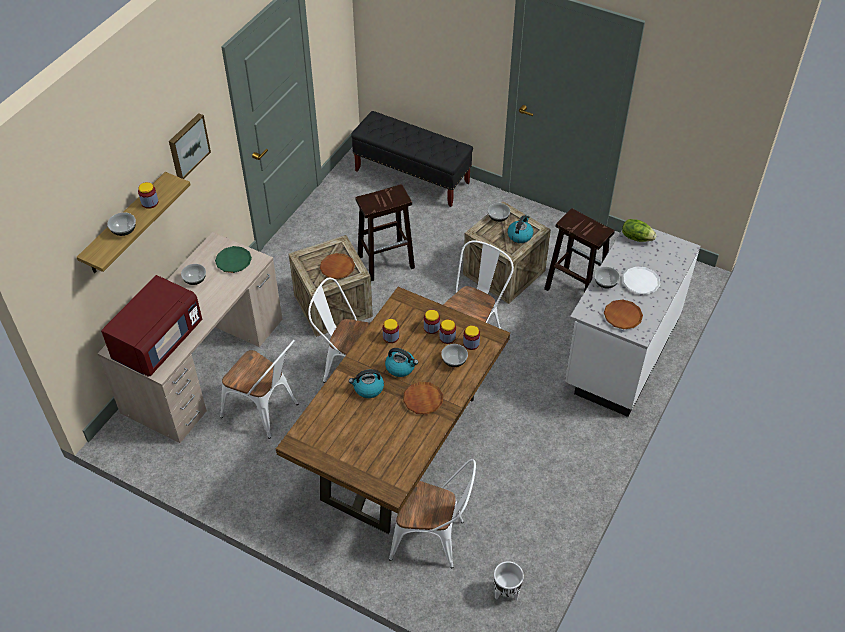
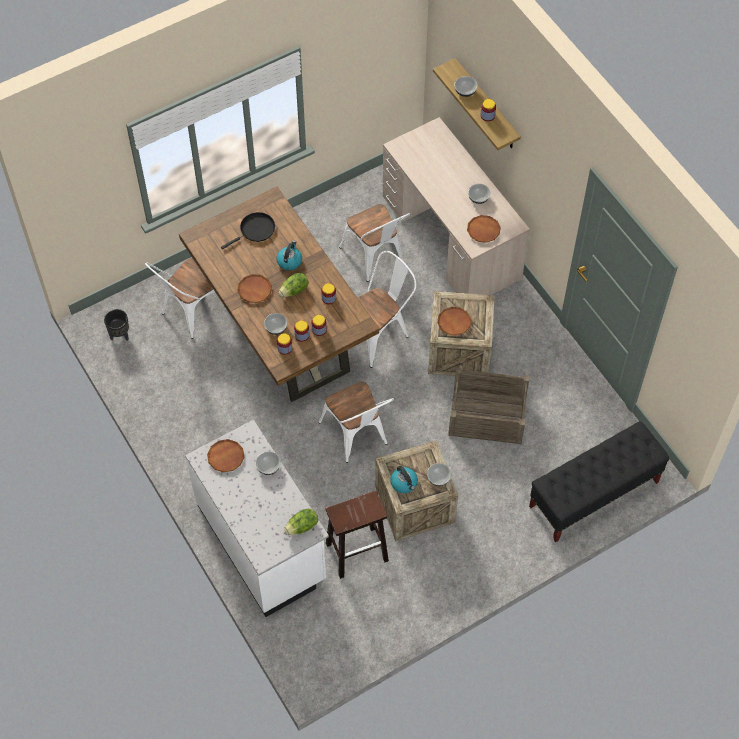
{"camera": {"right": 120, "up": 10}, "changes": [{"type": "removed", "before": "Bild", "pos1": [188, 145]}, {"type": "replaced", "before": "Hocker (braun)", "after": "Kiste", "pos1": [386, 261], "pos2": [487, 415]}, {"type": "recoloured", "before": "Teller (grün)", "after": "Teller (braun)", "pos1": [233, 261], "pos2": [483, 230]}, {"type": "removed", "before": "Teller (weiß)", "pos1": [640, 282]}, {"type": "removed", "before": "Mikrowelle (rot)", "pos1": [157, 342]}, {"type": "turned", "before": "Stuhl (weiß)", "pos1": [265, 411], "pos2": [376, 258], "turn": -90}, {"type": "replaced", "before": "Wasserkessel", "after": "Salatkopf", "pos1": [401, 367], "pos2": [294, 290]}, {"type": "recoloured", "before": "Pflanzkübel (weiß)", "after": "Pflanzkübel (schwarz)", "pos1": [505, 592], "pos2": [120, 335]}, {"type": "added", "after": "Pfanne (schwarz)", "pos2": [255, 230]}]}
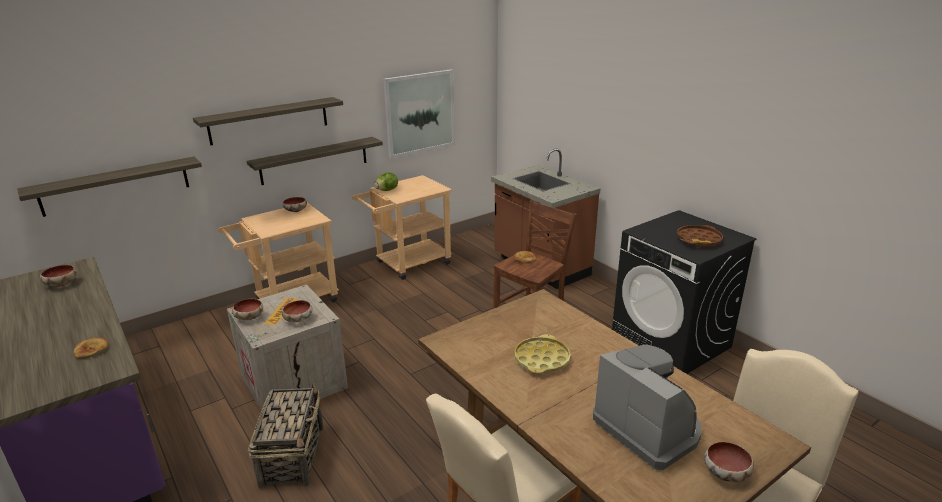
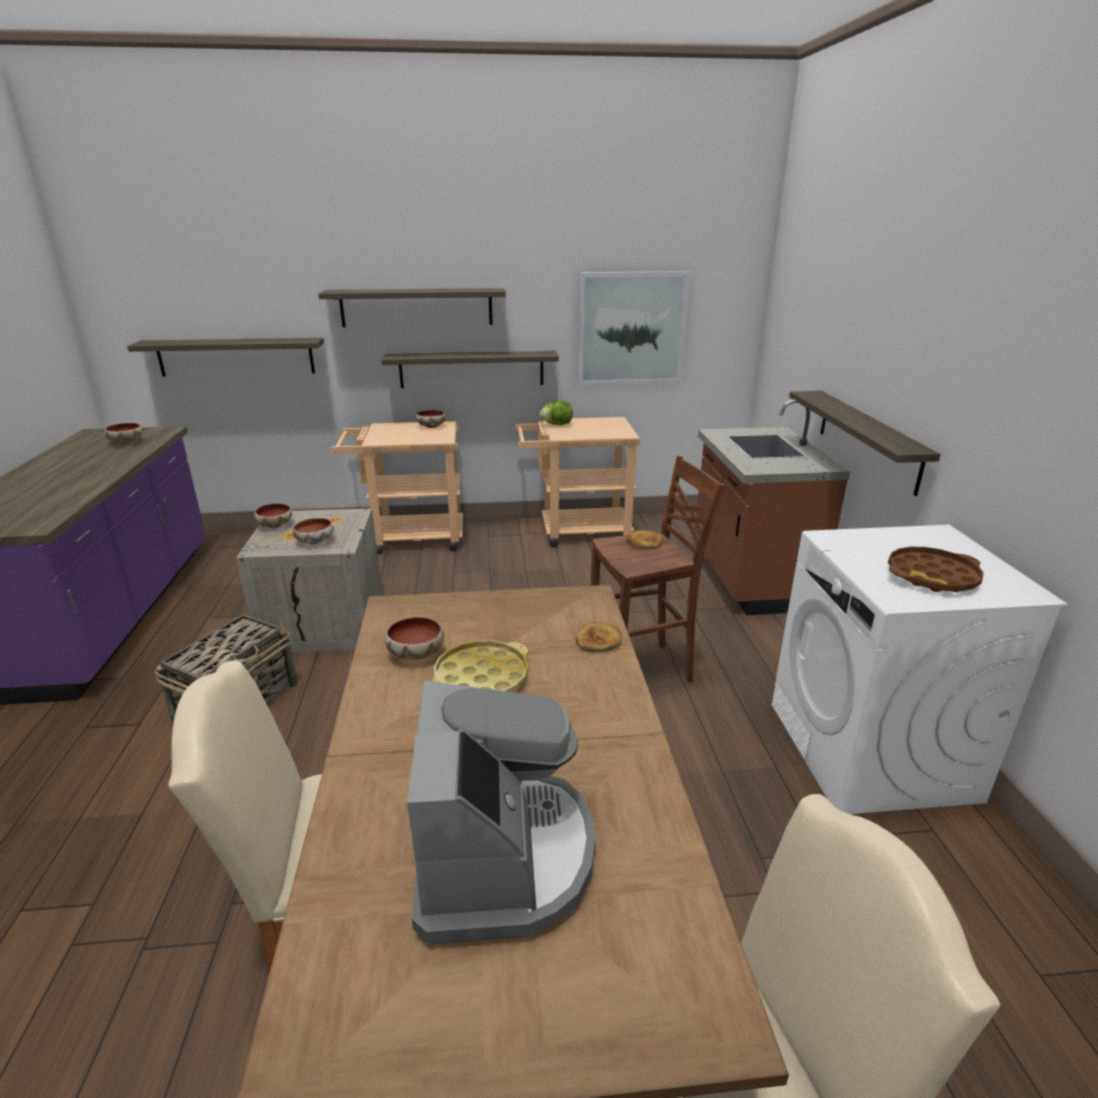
{"camera": {"right": 30, "up": 0}, "changes": [{"type": "recoloured", "before": "Waschmaschine (schwarz)", "after": "Waschmaschine (weiß)", "pos1": [671, 341], "pos2": [870, 751]}, {"type": "moved", "before": "Brot", "pos1": [92, 350], "pos2": [598, 640]}, {"type": "moved", "before": "Schüssel", "pos1": [725, 473], "pos2": [415, 653]}, {"type": "added", "after": "Wandregal", "pos2": [868, 439]}]}
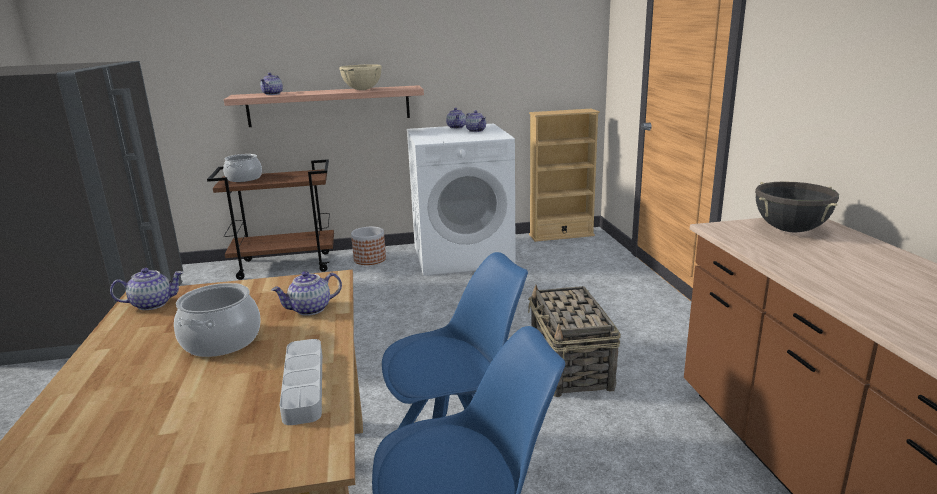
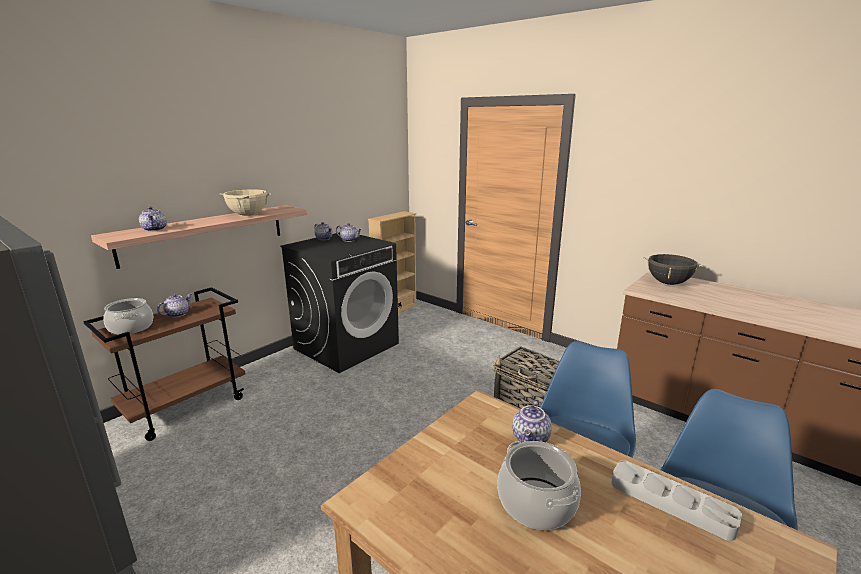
{"camera": {"right": -40, "up": 0}, "changes": [{"type": "recoloured", "before": "Waschmaschine (weiß)", "after": "Waschmaschine (schwarz)", "pos1": [463, 255], "pos2": [347, 346]}, {"type": "removed", "before": "Pflanzkübel", "pos1": [370, 259]}, {"type": "moved", "before": "Teekanne", "pos1": [153, 304], "pos2": [177, 314]}]}
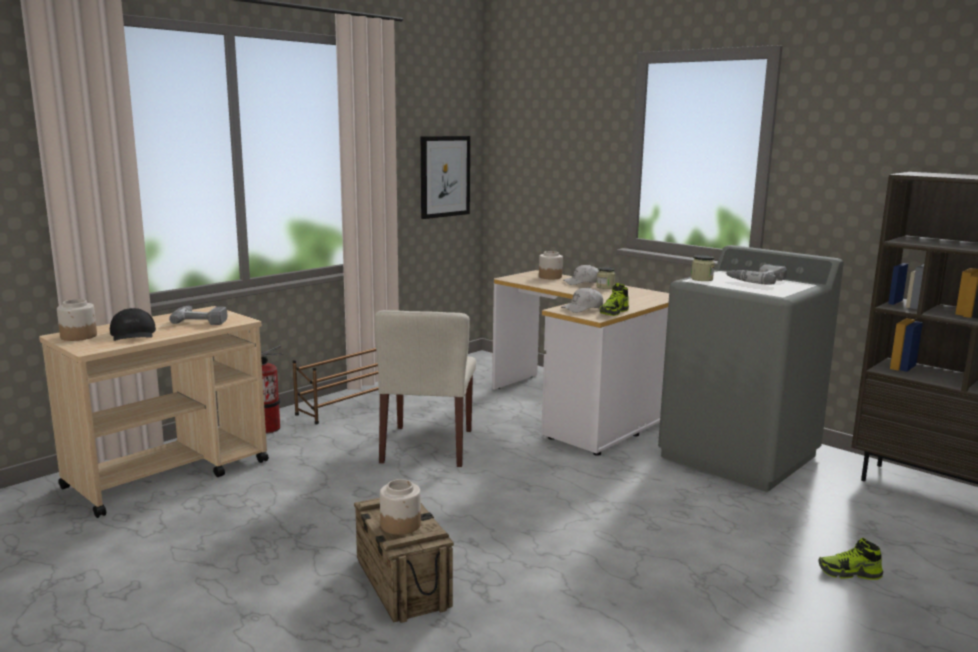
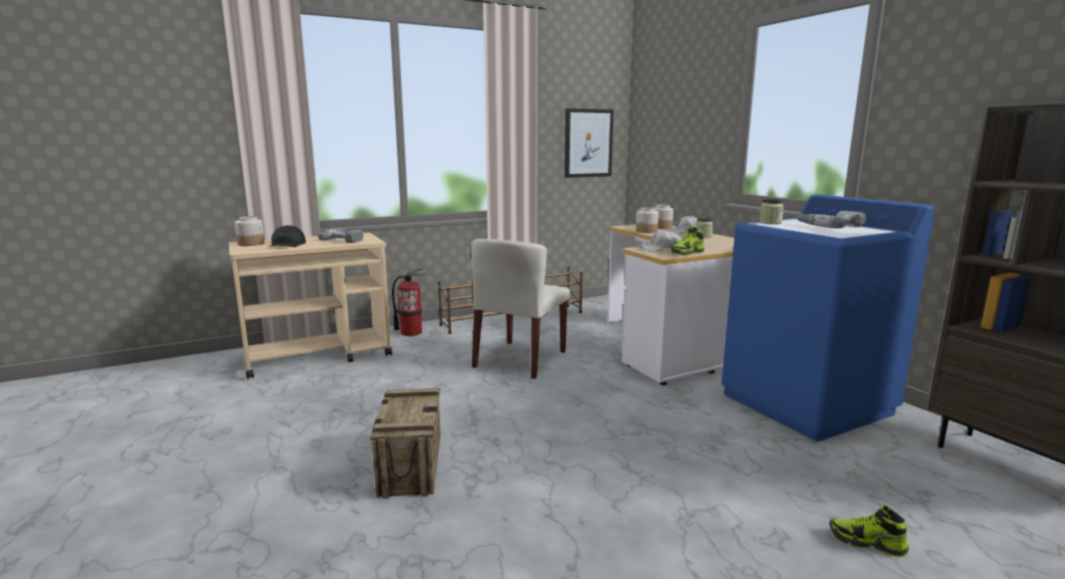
{"camera": {"right": 20, "up": 0}, "changes": [{"type": "recoloured", "before": "Waschmaschine (grau)", "after": "Waschmaschine (blau)", "pos1": [739, 456], "pos2": [806, 404]}, {"type": "moved", "before": "Vorratsglas", "pos1": [401, 524], "pos2": [646, 231]}]}
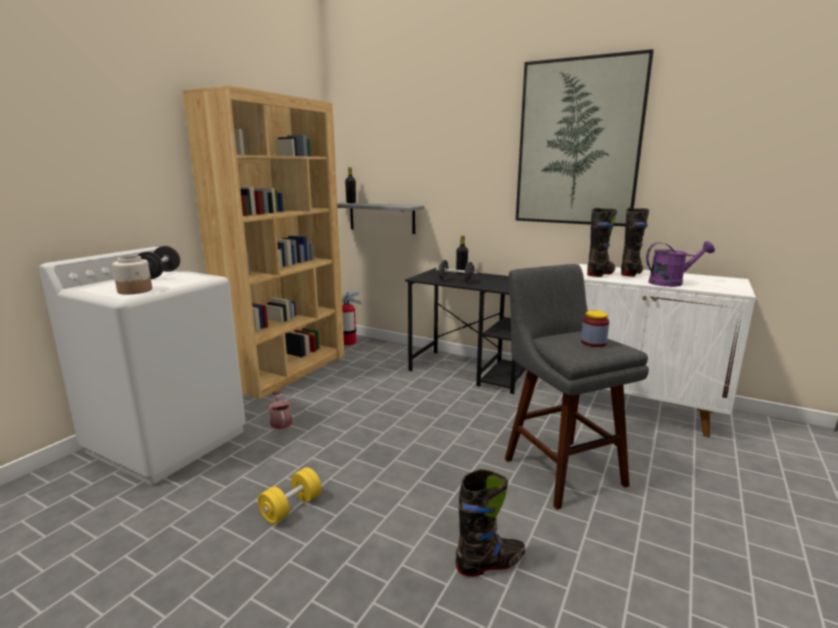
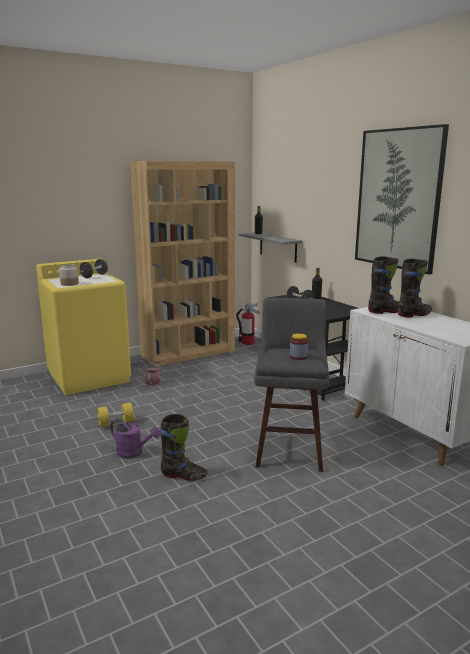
{"camera": {"right": 30, "up": 0}, "changes": [{"type": "moved", "before": "Gießkanne (lila)", "pos1": [671, 283], "pos2": [134, 453]}, {"type": "recoloured", "before": "Waschmaschine (weiß)", "after": "Waschmaschine (gelb)", "pos1": [168, 441], "pos2": [89, 377]}]}
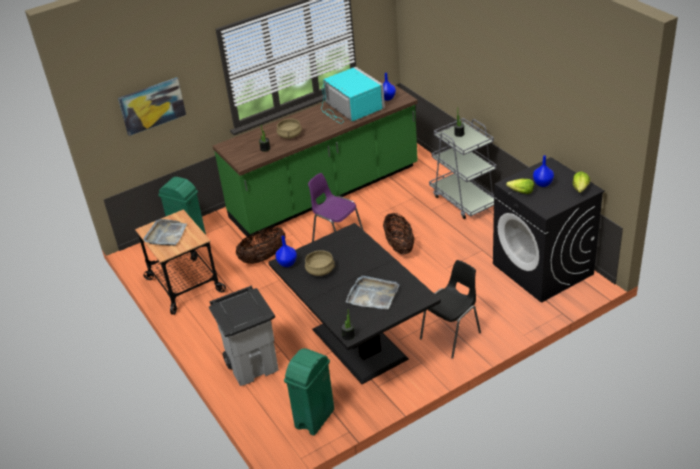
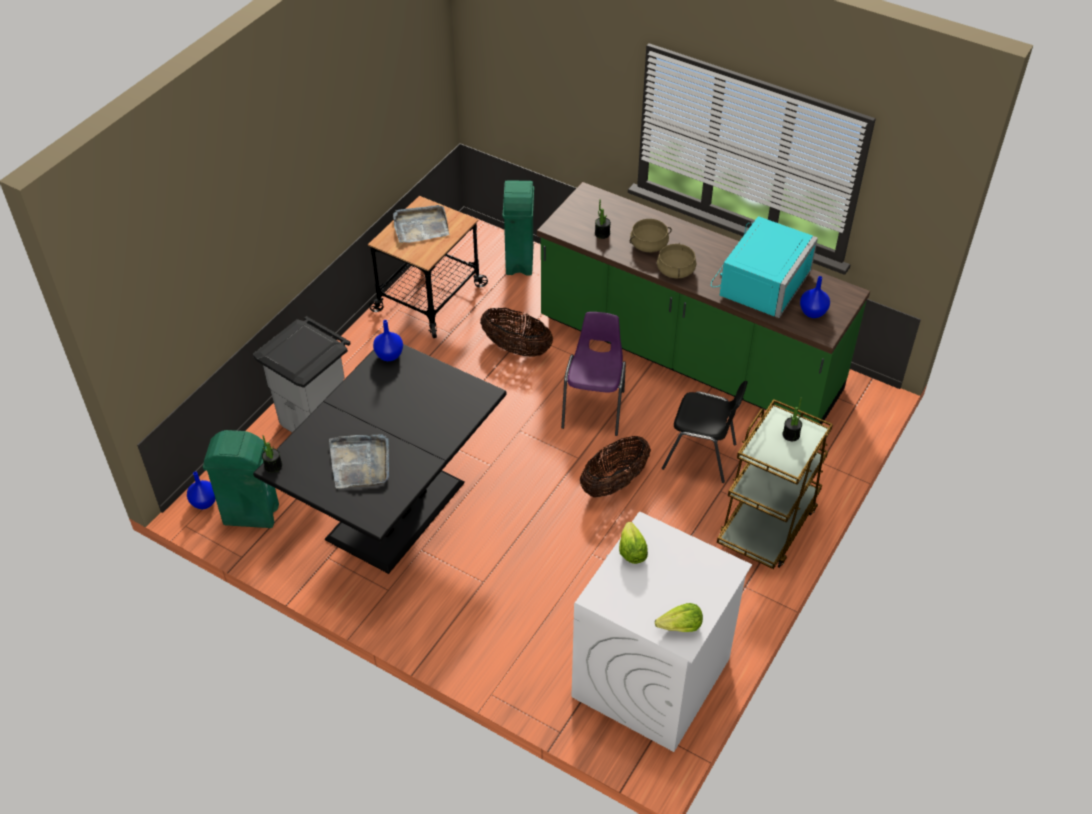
{"camera": {"right": 60, "up": 10}, "changes": [{"type": "removed", "before": "Bild", "pos1": [152, 106]}, {"type": "recoloured", "before": "Rollwagen (grau)", "after": "Rollwagen (braun)", "pos1": [464, 200], "pos2": [767, 524]}, {"type": "moved", "before": "Vase (blau)", "pos1": [543, 184], "pos2": [204, 503]}, {"type": "recoloured", "before": "Waschmaschine (schwarz)", "after": "Waschmaschine (weiß)", "pos1": [543, 269], "pos2": [651, 679]}, {"type": "moved", "before": "Kochtopf (beige)", "pos1": [320, 270], "pos2": [676, 270]}, {"type": "moved", "before": "Stuhl (schwarz)", "pos1": [452, 335], "pos2": [701, 456]}]}
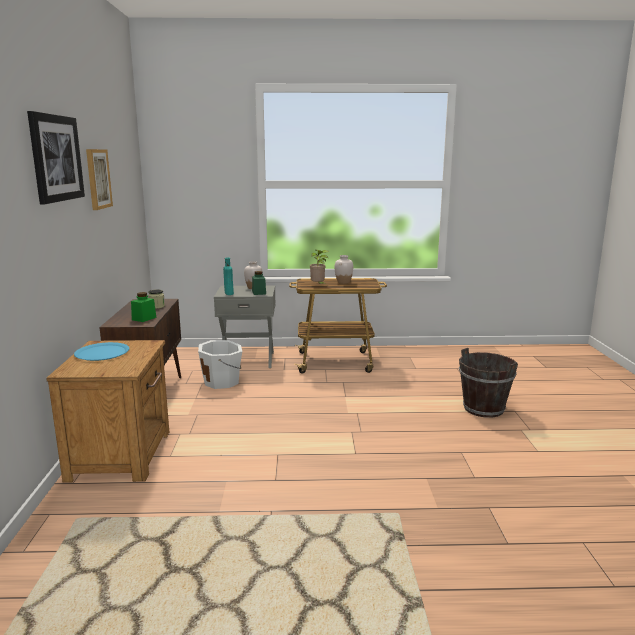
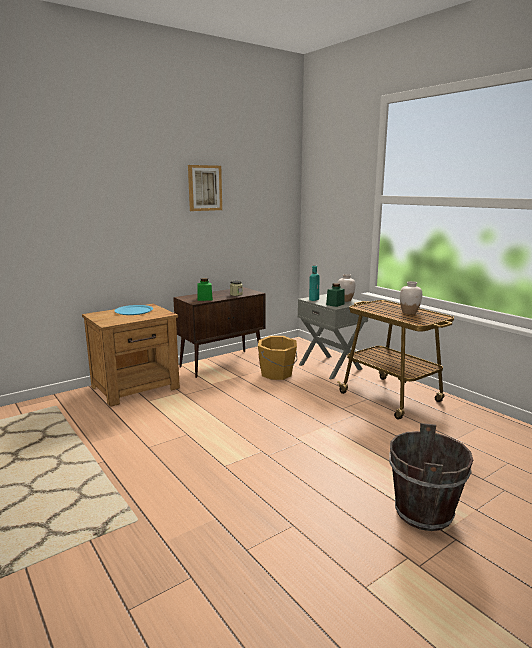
{"camera": {"right": 55, "up": 0}, "changes": [{"type": "removed", "before": "Bild", "pos1": [56, 158]}, {"type": "removed", "before": "Topfpflanze", "pos1": [318, 285]}, {"type": "recoloured", "before": "Eimer (weiß)", "after": "Eimer (orange)", "pos1": [222, 382], "pos2": [277, 374]}]}
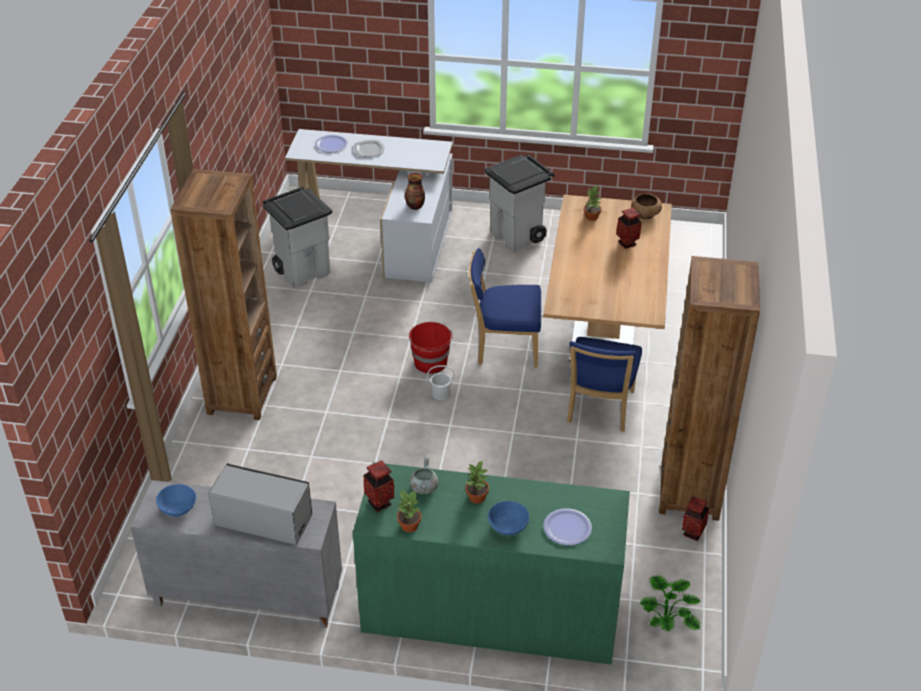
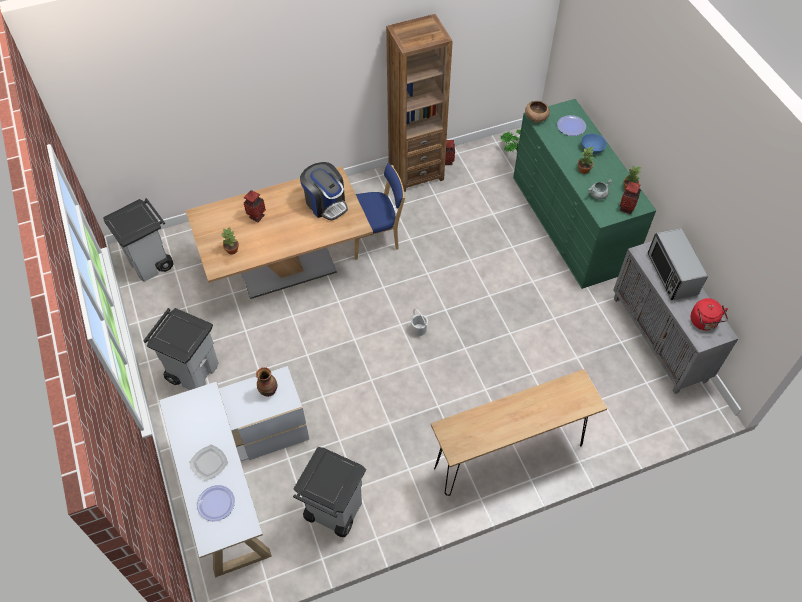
{"camera": {"right": -120, "up": 15}, "changes": [{"type": "replaced", "before": "Bücherregal (braun)", "after": "Konsolentisch (braun)", "pos1": [242, 395], "pos2": [509, 456]}, {"type": "moved", "before": "Schüssel (braun)", "pos1": [645, 214], "pos2": [536, 117]}, {"type": "removed", "before": "Stuhl (blau)", "pos1": [504, 348]}, {"type": "removed", "before": "Eimer (rot)", "pos1": [431, 363]}, {"type": "replaced", "before": "Schüssel (blau)", "after": "Wasserkessel (rot)", "pos1": [178, 508], "pos2": [704, 322]}, {"type": "added", "after": "Kaffeemaschine", "pos2": [325, 203]}, {"type": "added", "after": "Mülleimer (grau)", "pos2": [151, 263]}]}
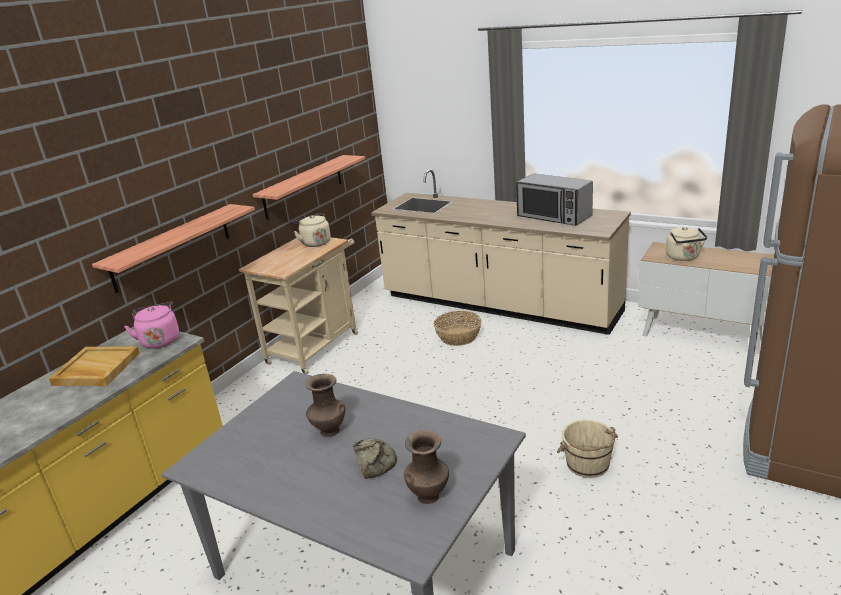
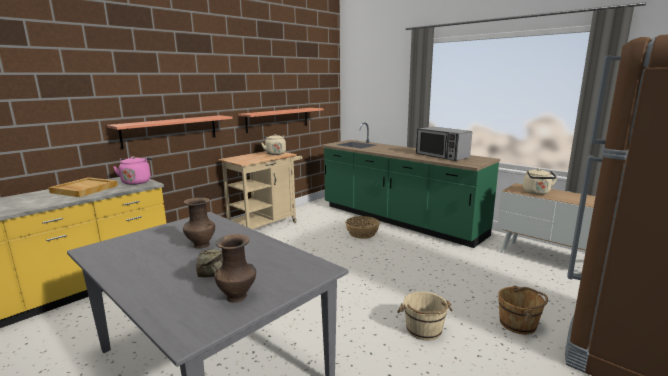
{"camera": {"right": 10, "up": -10}, "changes": [{"type": "recoloured", "before": "Küchenzeile (beige)", "after": "Küchenzeile (grün)", "pos1": [498, 305], "pos2": [398, 220]}, {"type": "added", "after": "Eimer (braun)", "pos2": [518, 324]}]}
